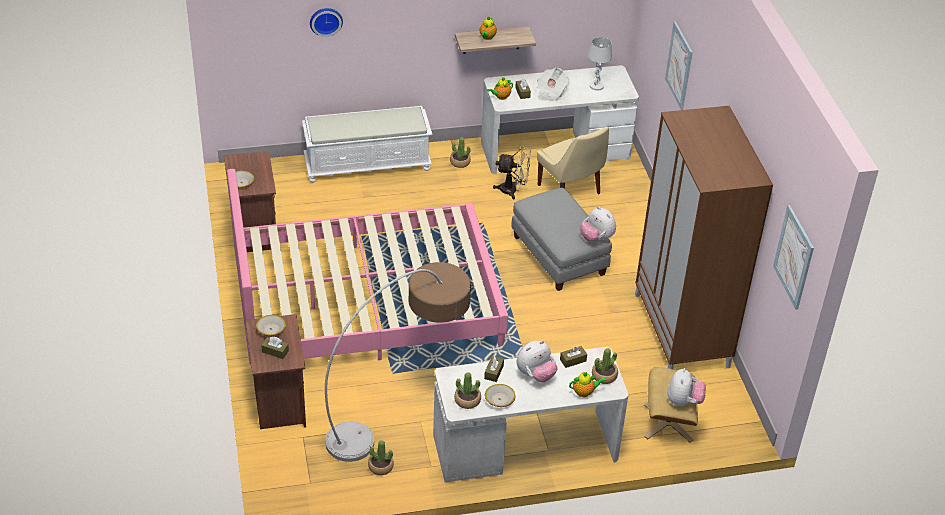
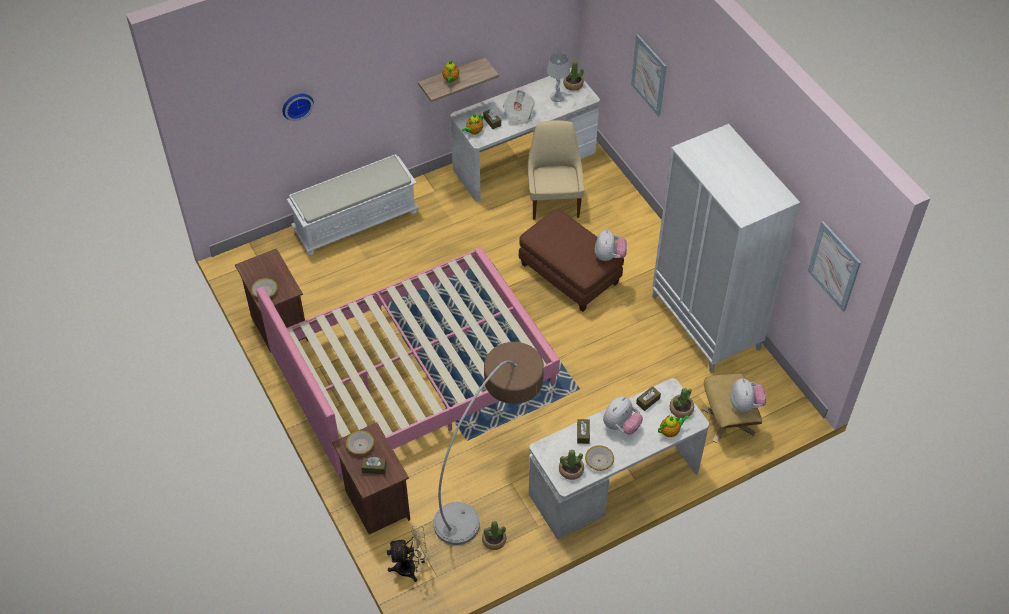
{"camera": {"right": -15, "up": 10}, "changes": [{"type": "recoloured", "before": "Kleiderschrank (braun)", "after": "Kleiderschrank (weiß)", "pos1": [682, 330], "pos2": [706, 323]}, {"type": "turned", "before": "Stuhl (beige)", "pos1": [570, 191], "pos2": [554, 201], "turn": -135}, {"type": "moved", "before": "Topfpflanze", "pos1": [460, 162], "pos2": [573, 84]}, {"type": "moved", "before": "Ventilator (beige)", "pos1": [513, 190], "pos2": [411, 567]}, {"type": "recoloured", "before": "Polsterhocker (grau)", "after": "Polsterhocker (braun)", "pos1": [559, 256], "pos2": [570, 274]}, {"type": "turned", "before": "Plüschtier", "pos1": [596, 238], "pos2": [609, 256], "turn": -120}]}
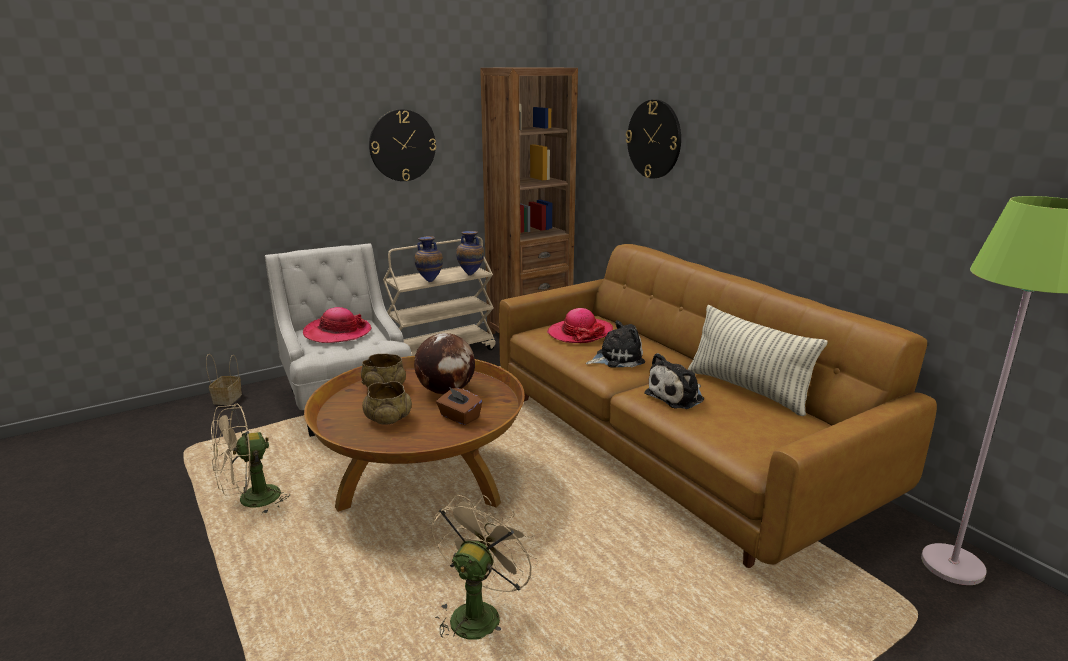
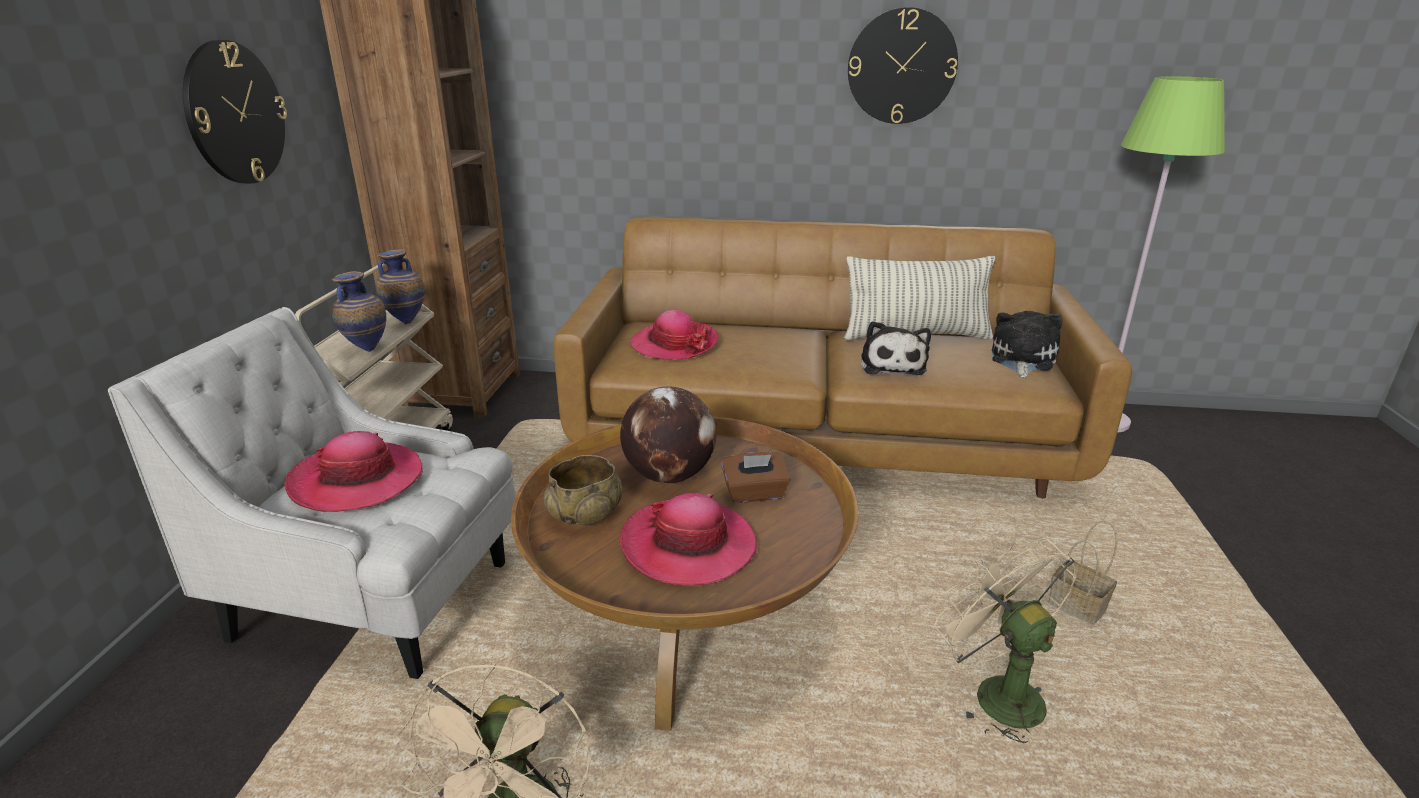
{"camera": {"right": -50, "up": 5}, "changes": [{"type": "moved", "before": "Wanduhr", "pos1": [654, 139], "pos2": [901, 67]}, {"type": "moved", "before": "Plüschtier", "pos1": [617, 358], "pos2": [1021, 360]}, {"type": "moved", "before": "Korb", "pos1": [227, 399], "pos2": [1079, 607]}, {"type": "replaced", "before": "Schüssel (beige)", "after": "Hut", "pos1": [388, 419], "pos2": [688, 545]}]}
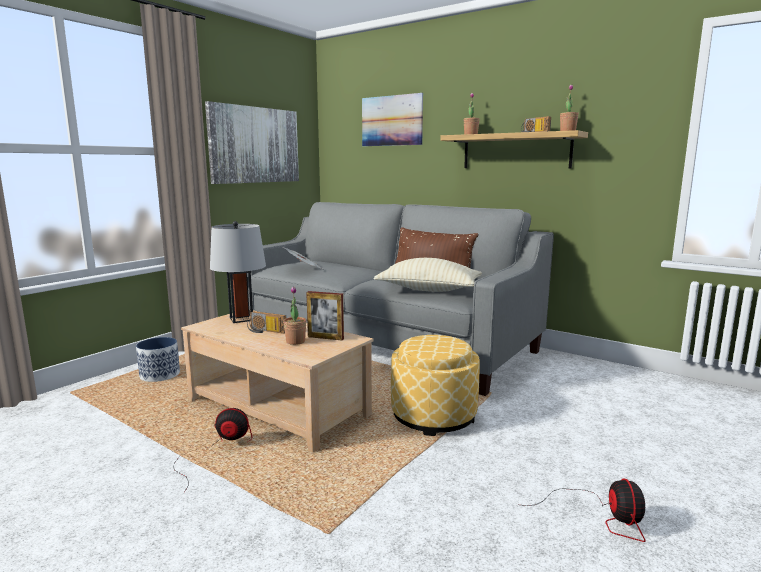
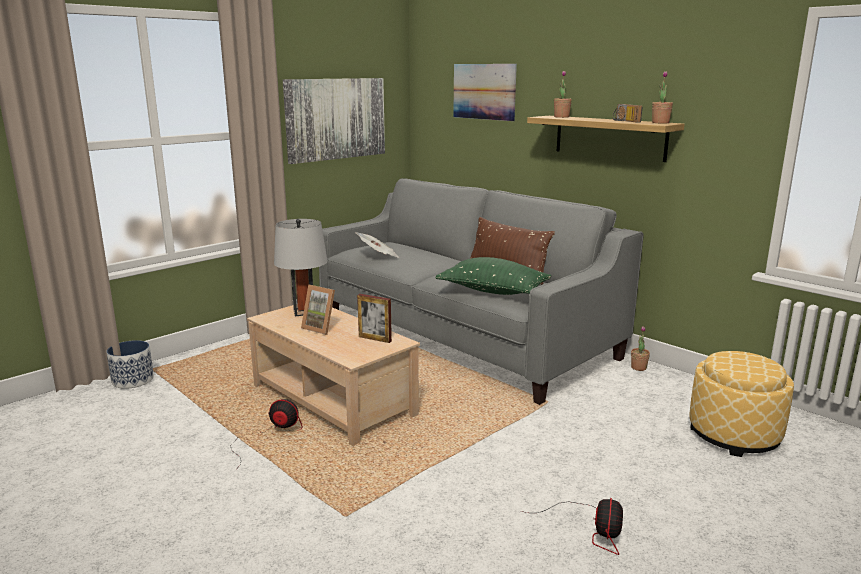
{"camera": {"right": 10, "up": 5}, "changes": [{"type": "recoloured", "before": "Kissen (beige)", "after": "Kissen (grün)", "pos1": [428, 290], "pos2": [493, 291]}, {"type": "moved", "before": "Topfpflanze", "pos1": [295, 341], "pos2": [638, 368]}, {"type": "replaced", "before": "Radio", "after": "Bilderrahmen", "pos1": [265, 331], "pos2": [321, 328]}, {"type": "moved", "before": "Polsterhocker", "pos1": [433, 416], "pos2": [734, 435]}, {"type": "moved", "before": "Pflanzkübel", "pos1": [160, 375], "pos2": [133, 380]}]}
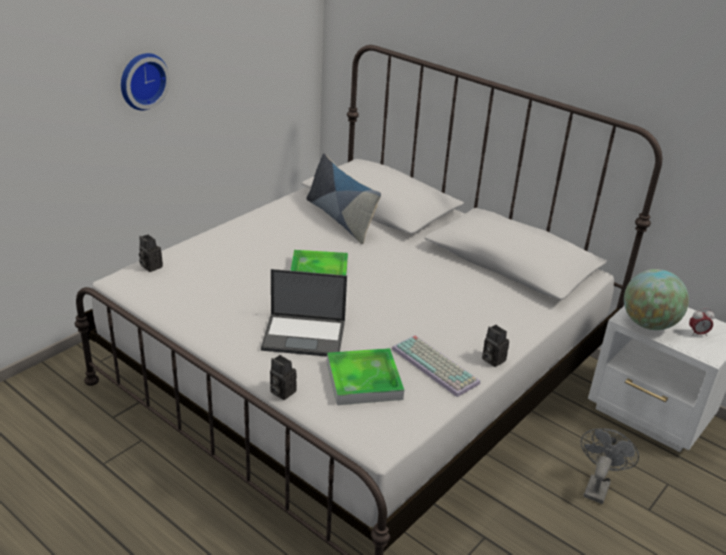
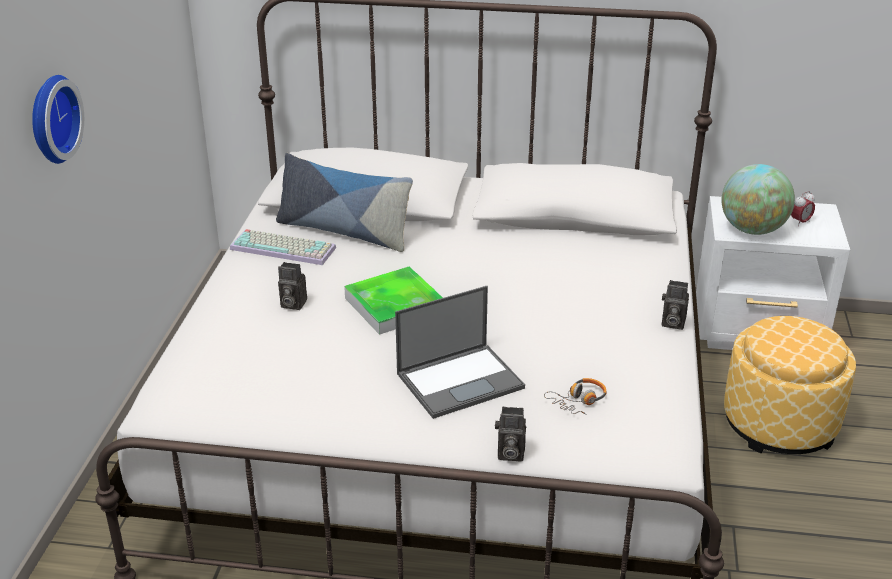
{"camera": {"right": -30, "up": 0}, "changes": [{"type": "moved", "before": "Kamera", "pos1": [150, 266], "pos2": [291, 304]}, {"type": "moved", "before": "Tastatur", "pos1": [437, 366], "pos2": [285, 248]}, {"type": "replaced", "before": "Tablett", "after": "Kopfhörer", "pos1": [364, 380], "pos2": [578, 401]}, {"type": "replaced", "before": "Ventilator (grau)", "after": "Polsterhocker", "pos1": [597, 486], "pos2": [779, 423]}]}
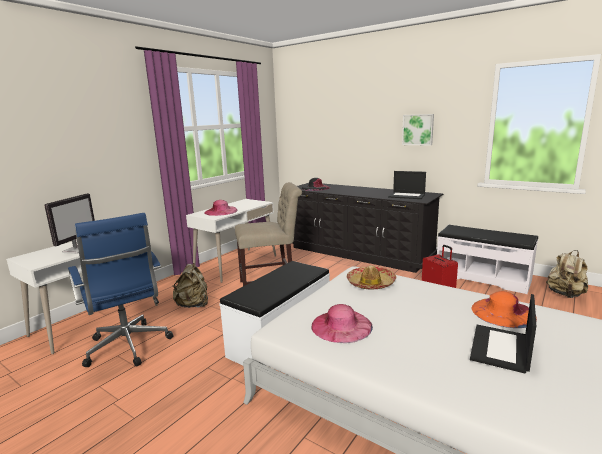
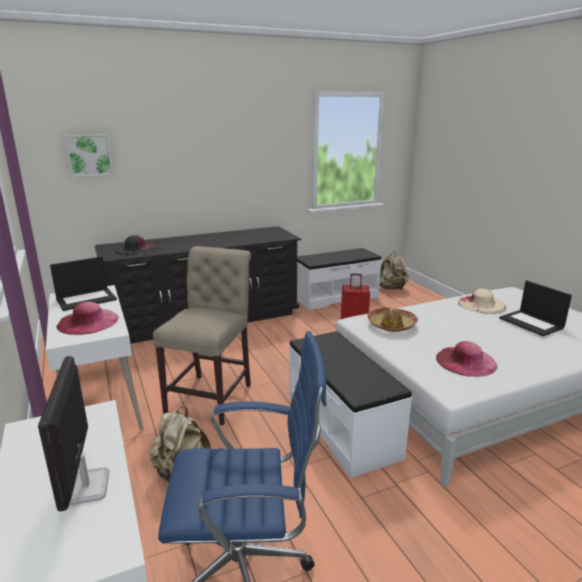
{"camera": {"right": -60, "up": 5}, "changes": [{"type": "moved", "before": "Bild", "pos1": [418, 129], "pos2": [89, 155]}, {"type": "moved", "before": "Laptop", "pos1": [407, 196], "pos2": [87, 299]}, {"type": "turned", "before": "Monitor", "pos1": [76, 250], "pos2": [84, 488], "turn": -150}, {"type": "recoloured", "before": "Hut (orange)", "after": "Hut (beige)", "pos1": [503, 312], "pos2": [481, 304]}]}
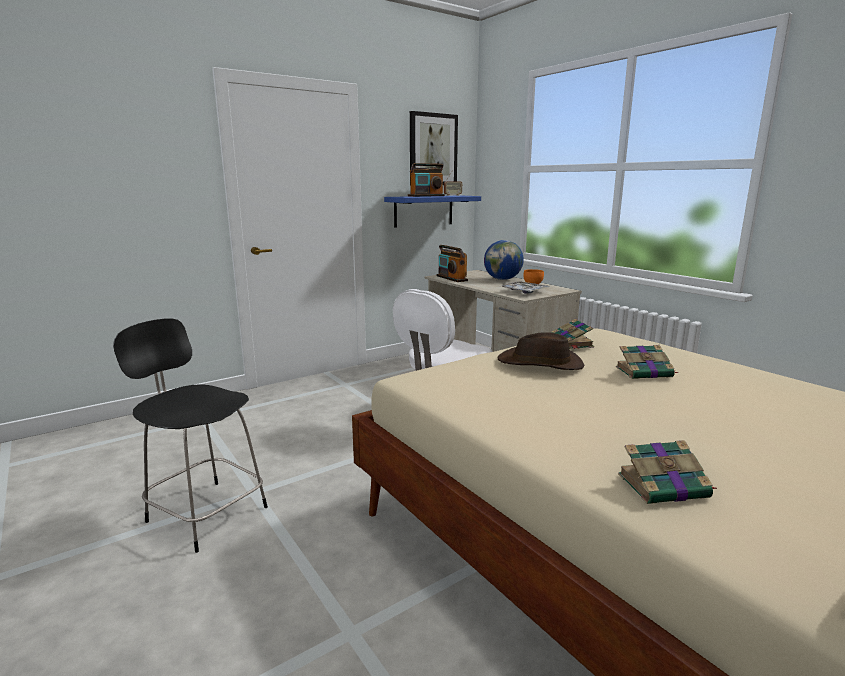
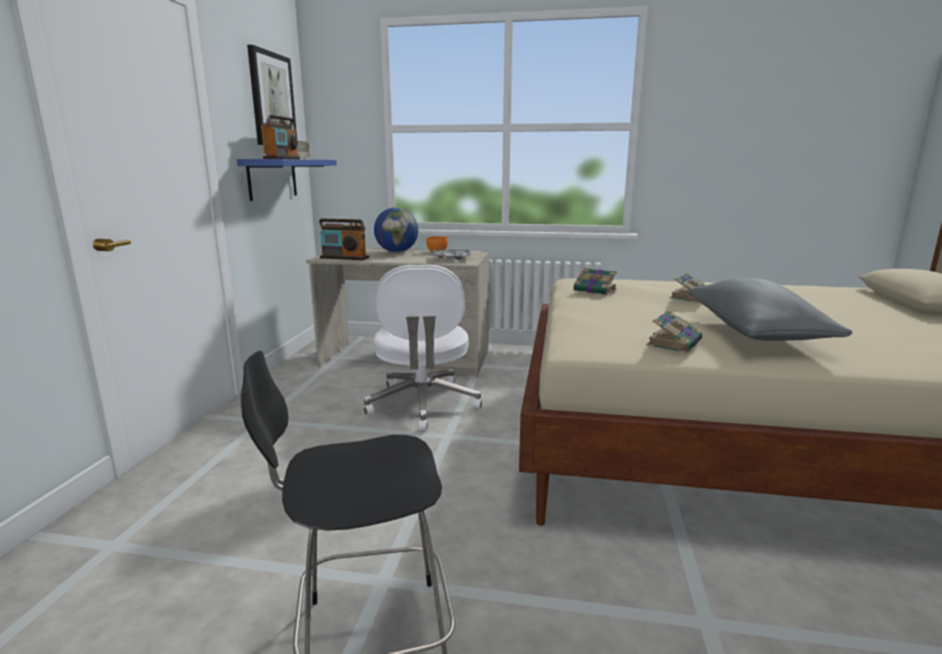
{"camera": {"right": -45, "up": 0}, "changes": [{"type": "removed", "before": "Hut (braun)", "pos1": [540, 363]}, {"type": "moved", "before": "Buch", "pos1": [665, 486], "pos2": [674, 342]}, {"type": "added", "after": "Kissen (grau)", "pos2": [754, 333]}]}
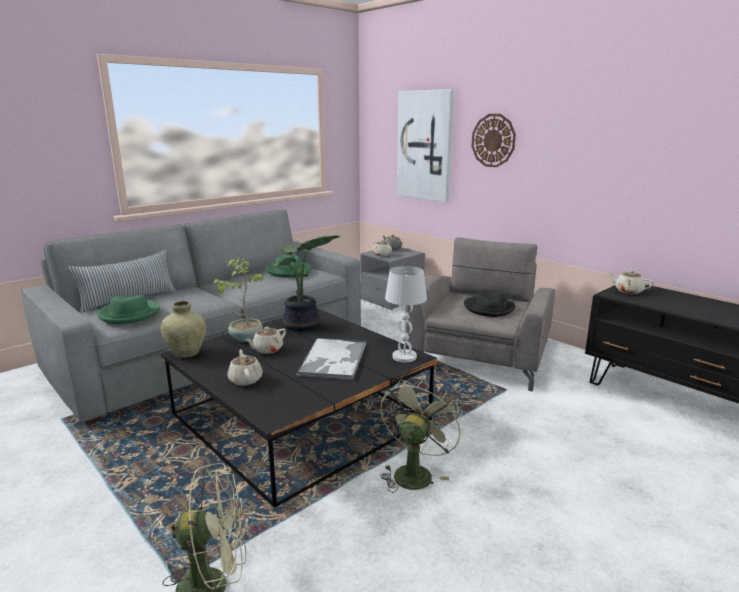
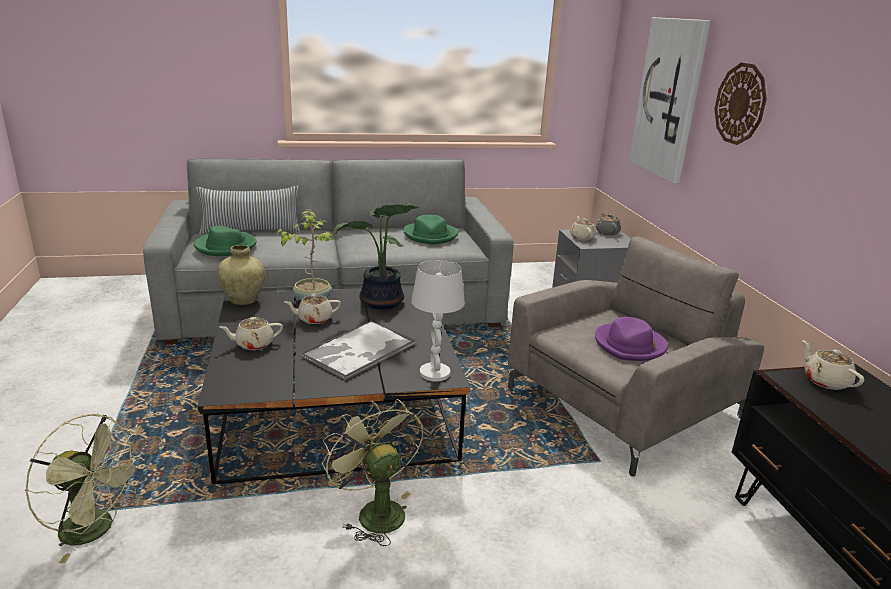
{"camera": {"right": 30, "up": 5}, "changes": [{"type": "recoloured", "before": "Hut (schwarz)", "after": "Hut (lila)", "pos1": [489, 308], "pos2": [630, 345]}, {"type": "turned", "before": "Teekanne (beige)", "pos1": [245, 379], "pos2": [253, 344], "turn": -120}, {"type": "turned", "before": "Ventilator (grün)", "pos1": [414, 472], "pos2": [375, 511], "turn": -90}]}
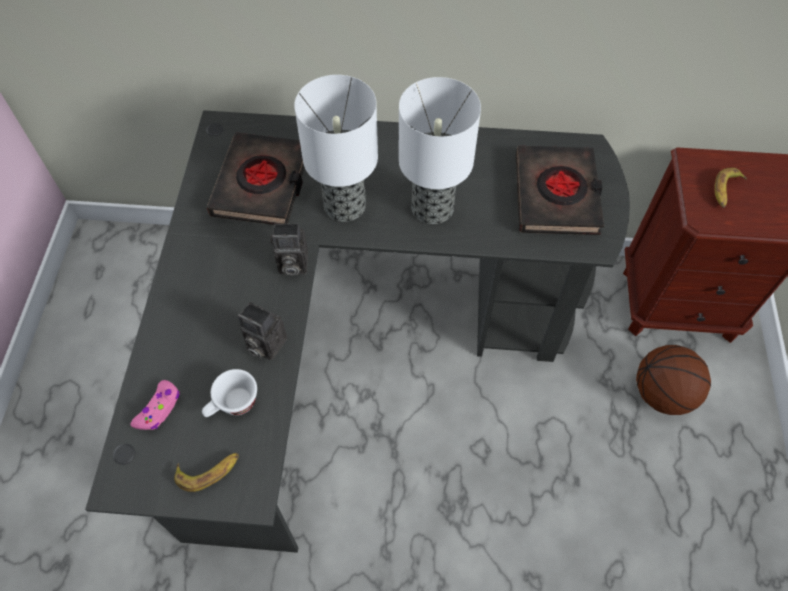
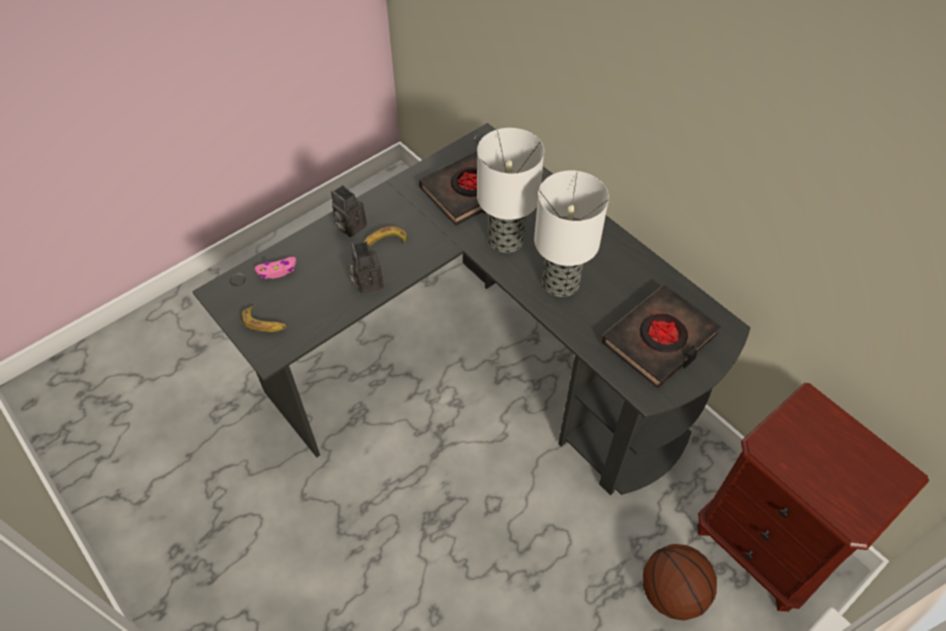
{"camera": {"right": 45, "up": -5}, "changes": [{"type": "moved", "before": "Banane", "pos1": [725, 191], "pos2": [385, 242]}, {"type": "moved", "before": "Kamera", "pos1": [291, 265], "pos2": [349, 226]}, {"type": "removed", "before": "Tasse (weiß)", "pos1": [233, 405]}]}
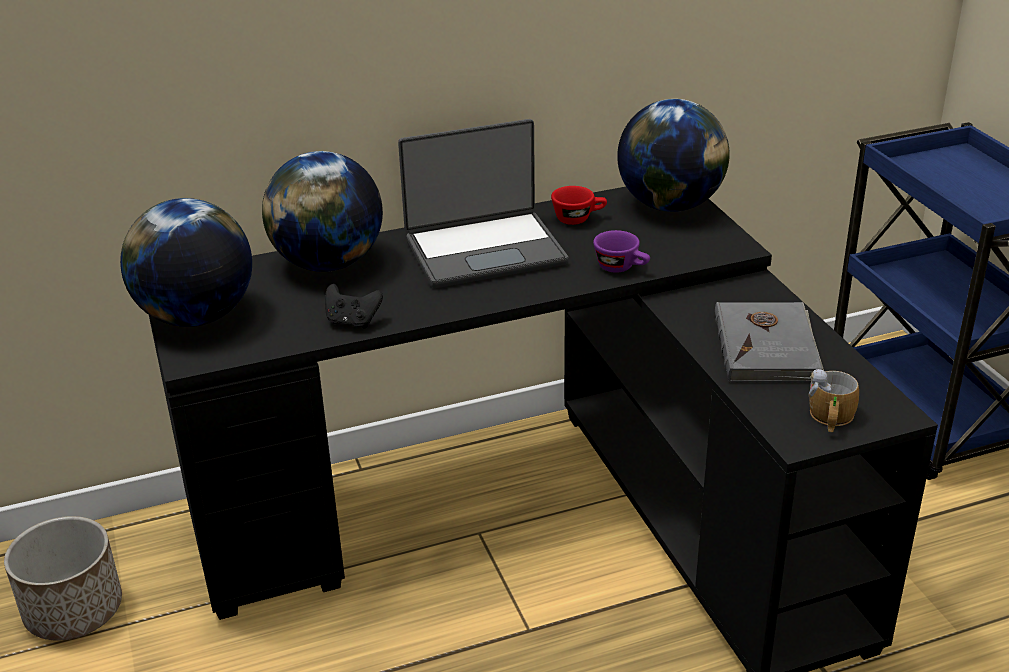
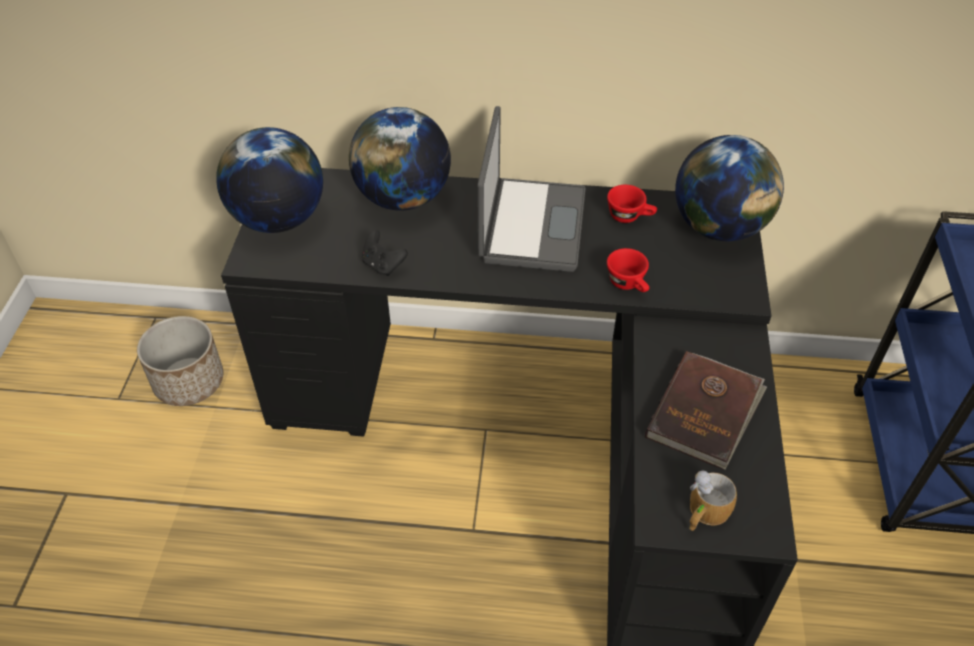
{"camera": {"right": 25, "up": 15}, "changes": [{"type": "turned", "before": "Laptop", "pos1": [484, 250], "pos2": [530, 225], "turn": -90}, {"type": "recoloured", "before": "Tasse (lila)", "after": "Tasse (rot)", "pos1": [622, 268], "pos2": [629, 284]}, {"type": "recoloured", "before": "Buch (grau)", "after": "Buch (braun)", "pos1": [768, 346], "pos2": [705, 412]}]}
